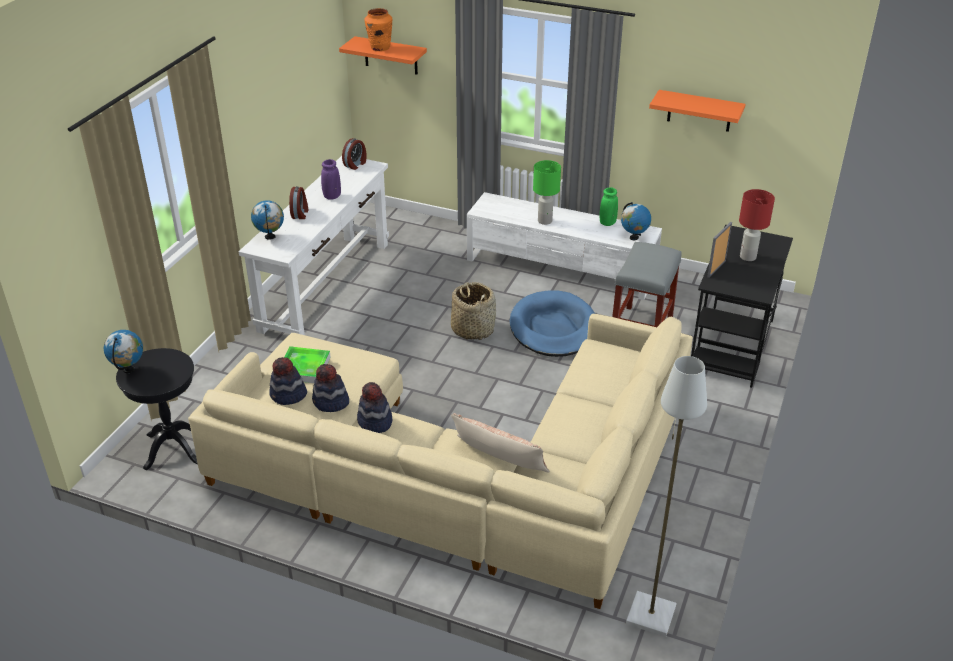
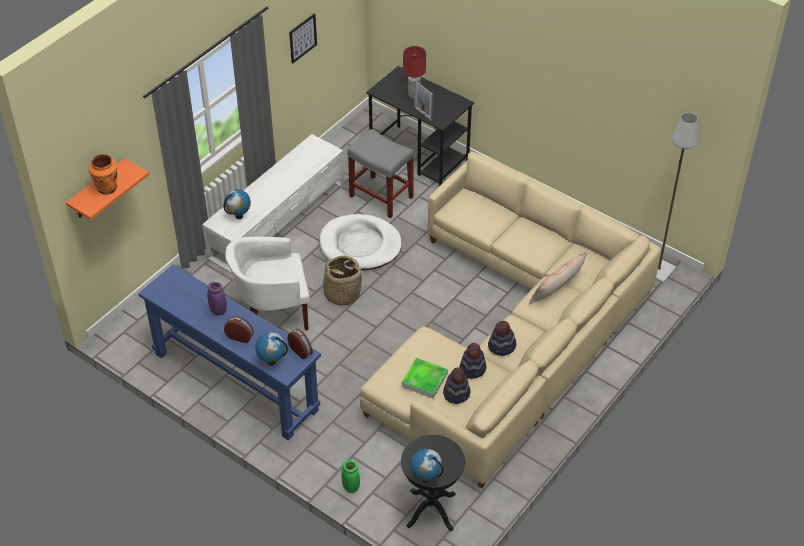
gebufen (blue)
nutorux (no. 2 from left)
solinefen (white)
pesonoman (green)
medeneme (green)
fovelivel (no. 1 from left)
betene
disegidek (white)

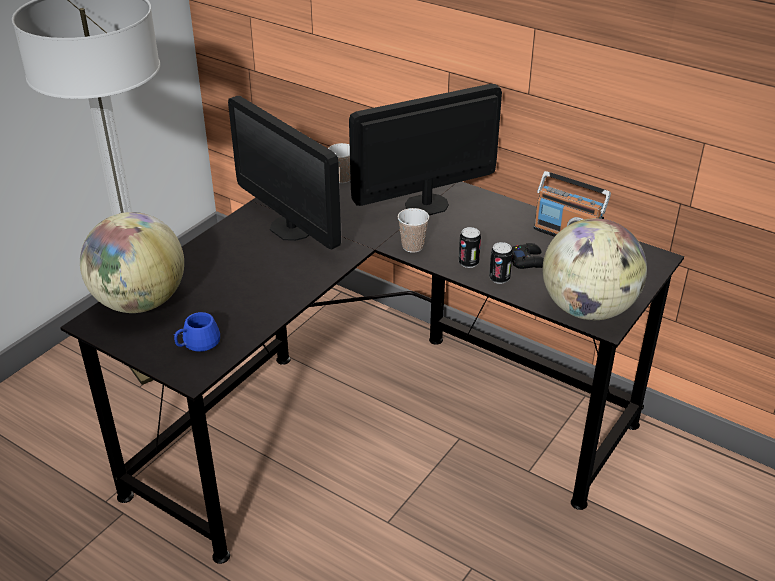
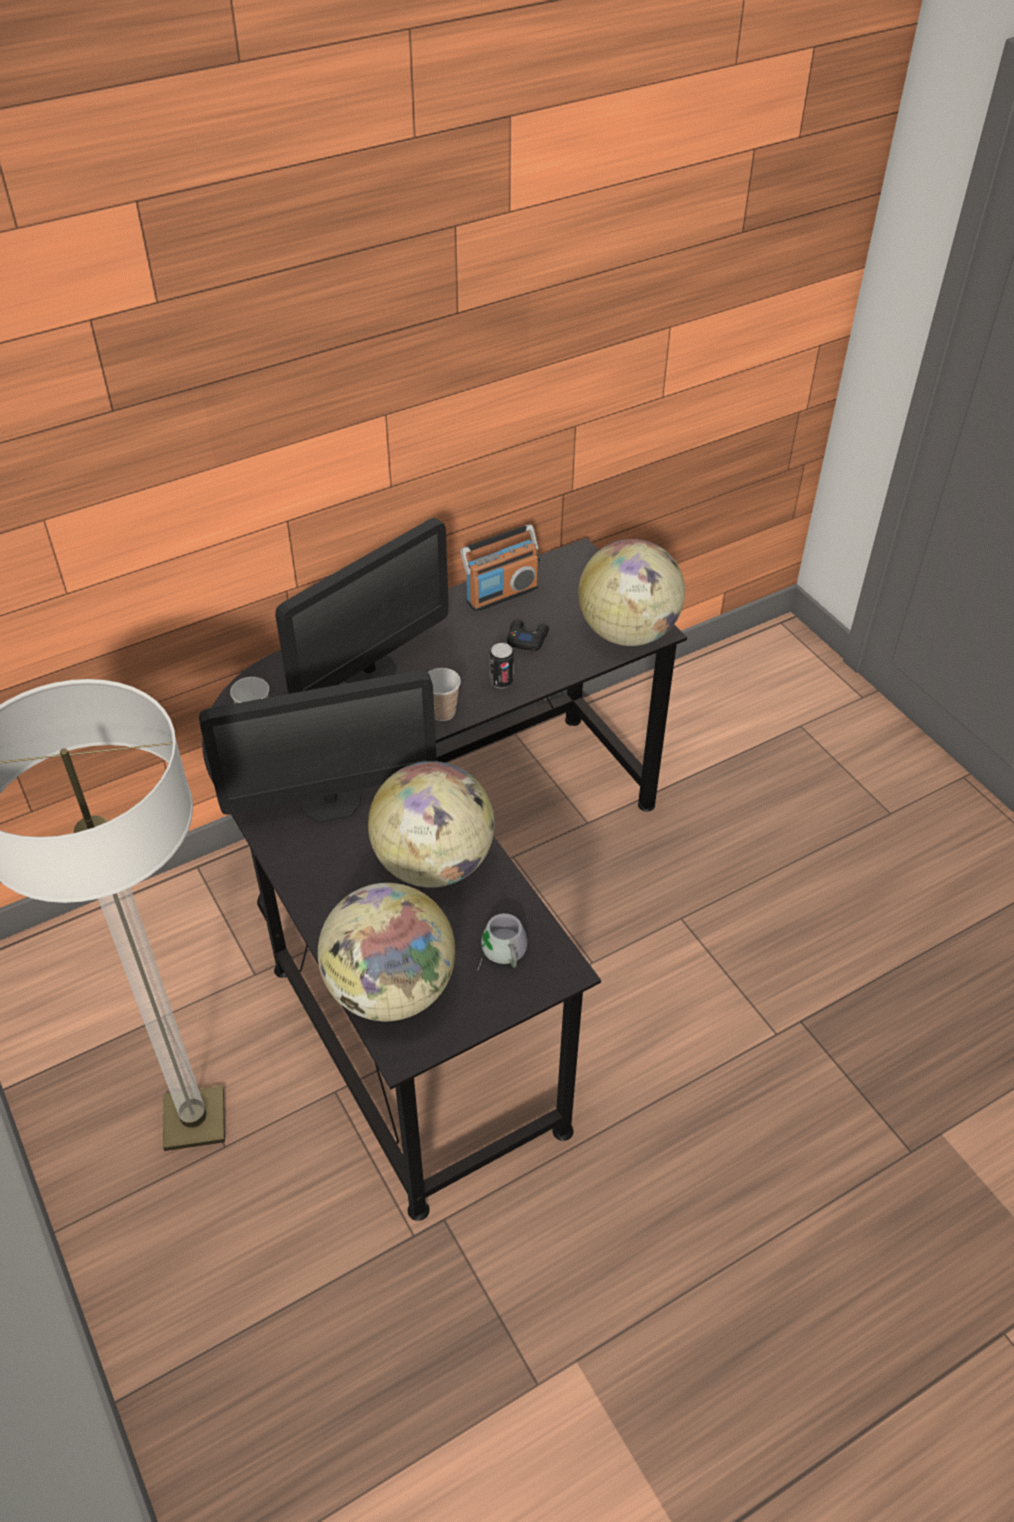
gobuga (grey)
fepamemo (no. 2 from left)
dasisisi (no. 2 from left in the first image)
fovelivel (no. 2 from left)

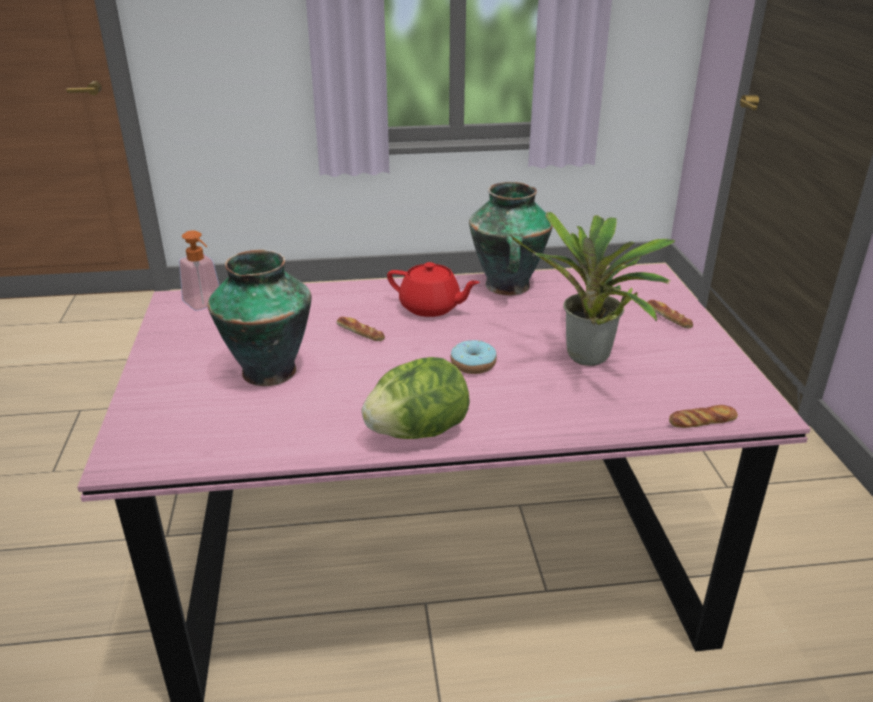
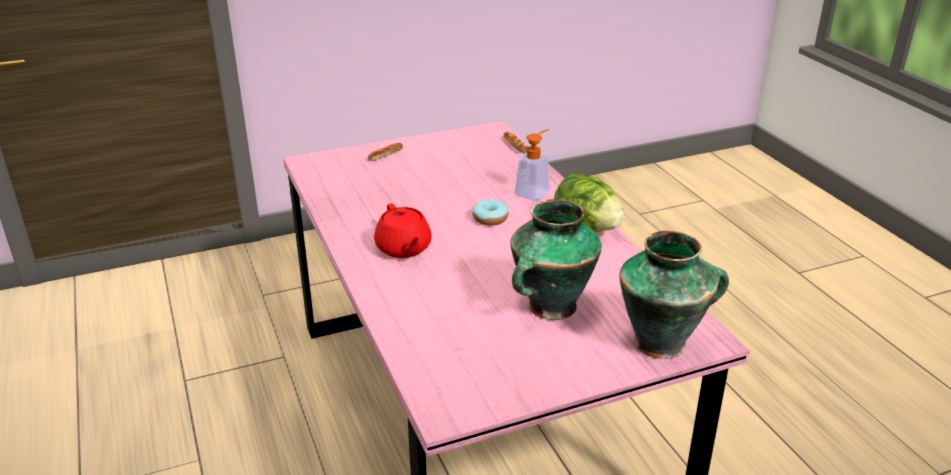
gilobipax
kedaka (no. 1 from left in the first image)
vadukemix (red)
medeneme (no. 2 from left)
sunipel

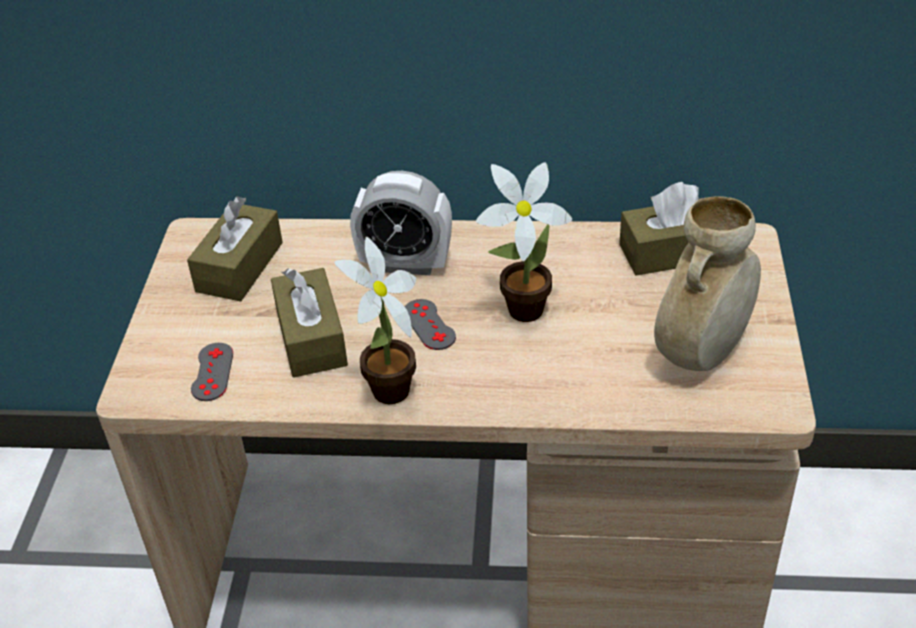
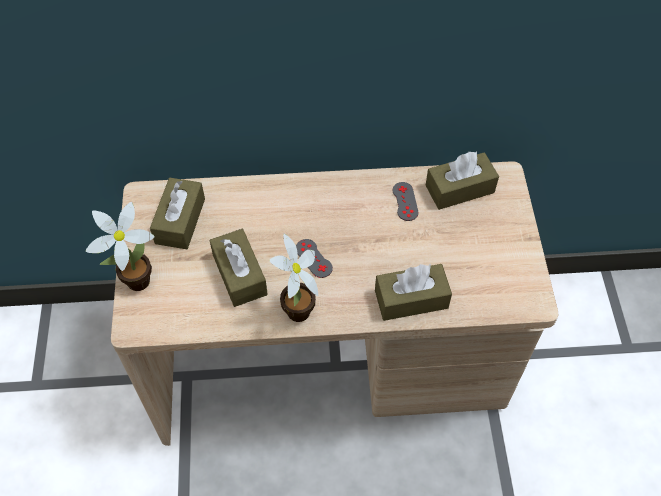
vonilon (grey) (no. 2 from left)
nutorux
sunipel (no. 1 from left)
medeneme (beige)
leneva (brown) (no. 3 from left)

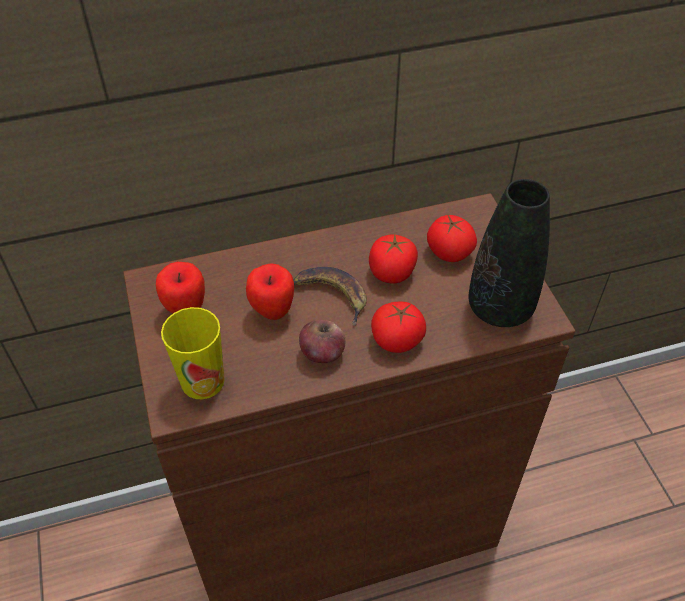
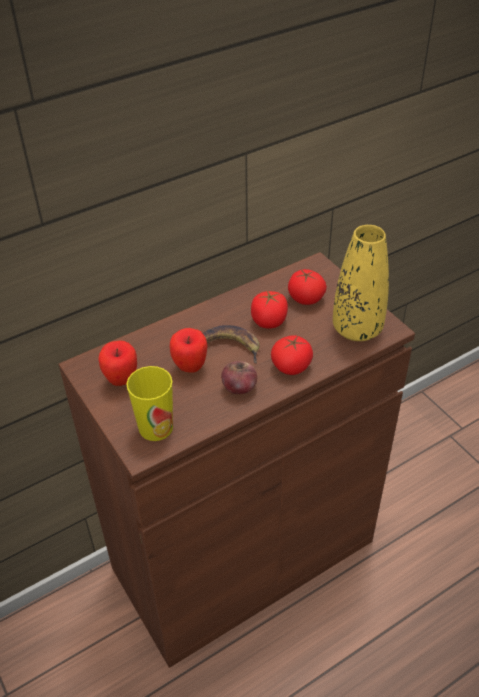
medeneme (yellow)

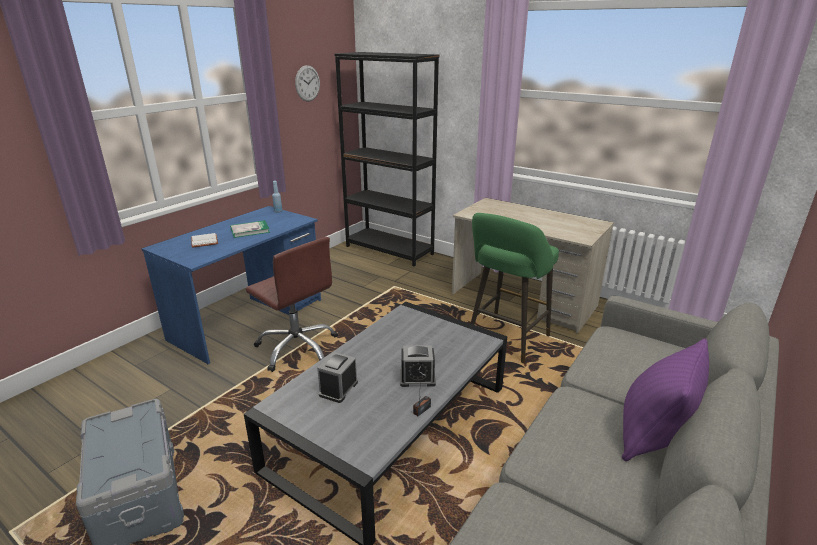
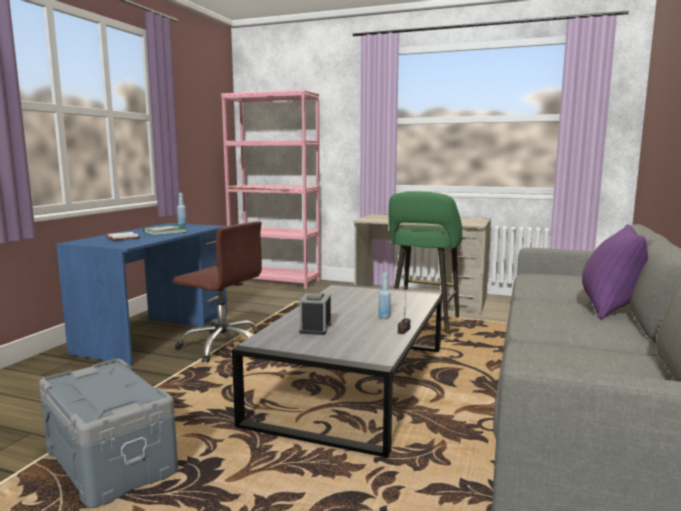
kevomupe
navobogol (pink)
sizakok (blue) (no. 2 from left)

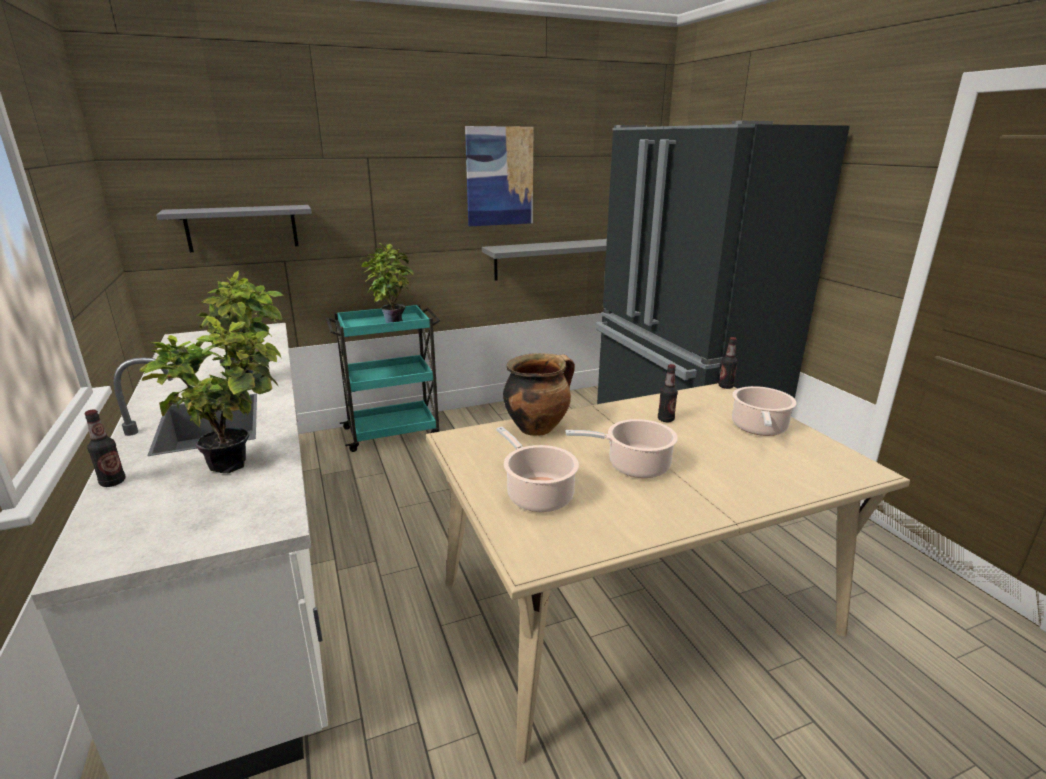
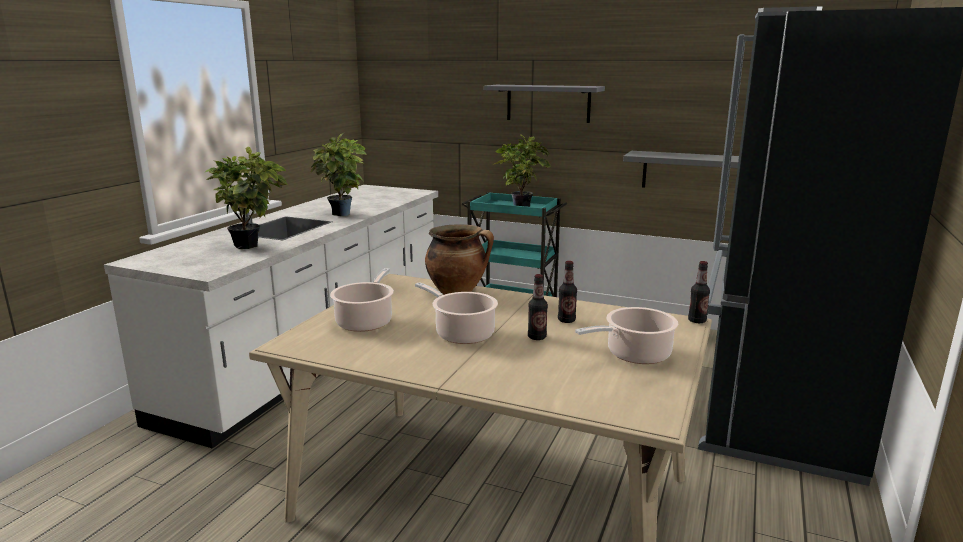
sizakok (no. 1 from left)
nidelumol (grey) (no. 1 from left)
betene

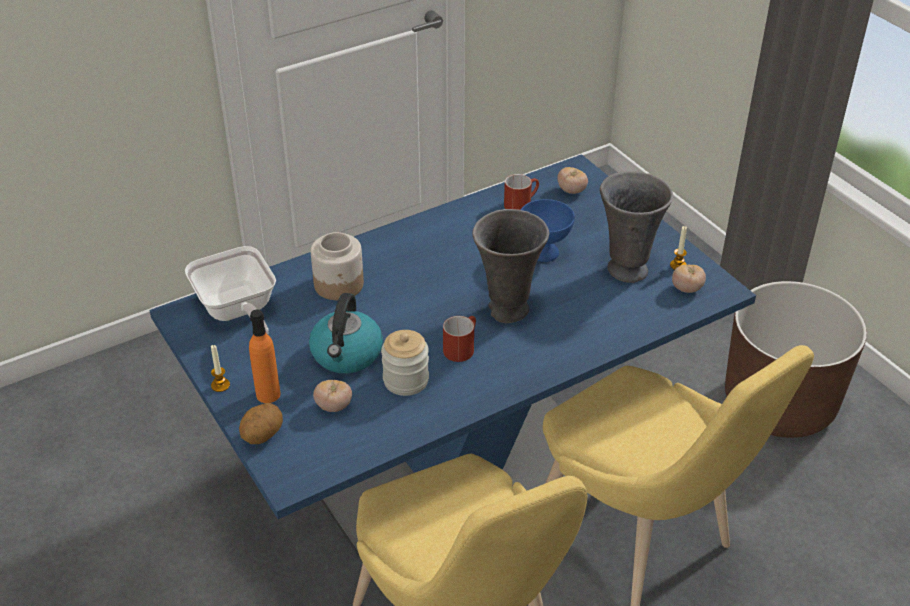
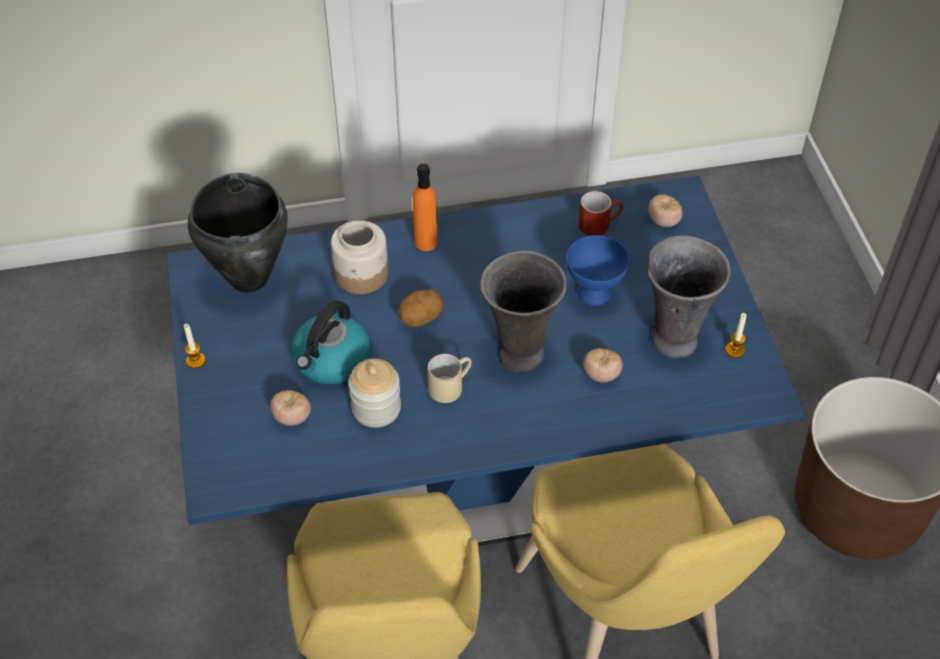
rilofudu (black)
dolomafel
sizakok (orange)
gobuga (beige)
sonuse (no. 2 from left)

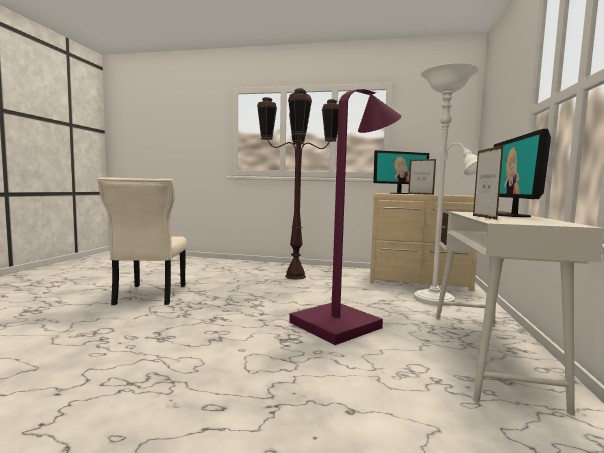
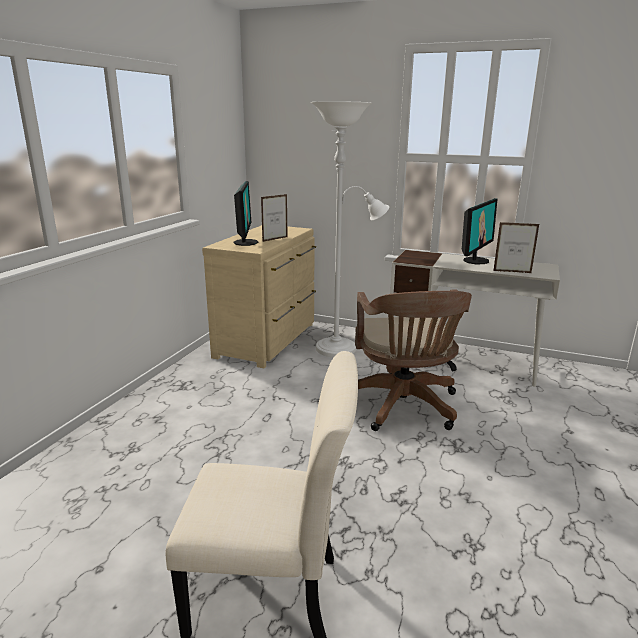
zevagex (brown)
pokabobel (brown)
fepamemo (no. 2 from left)

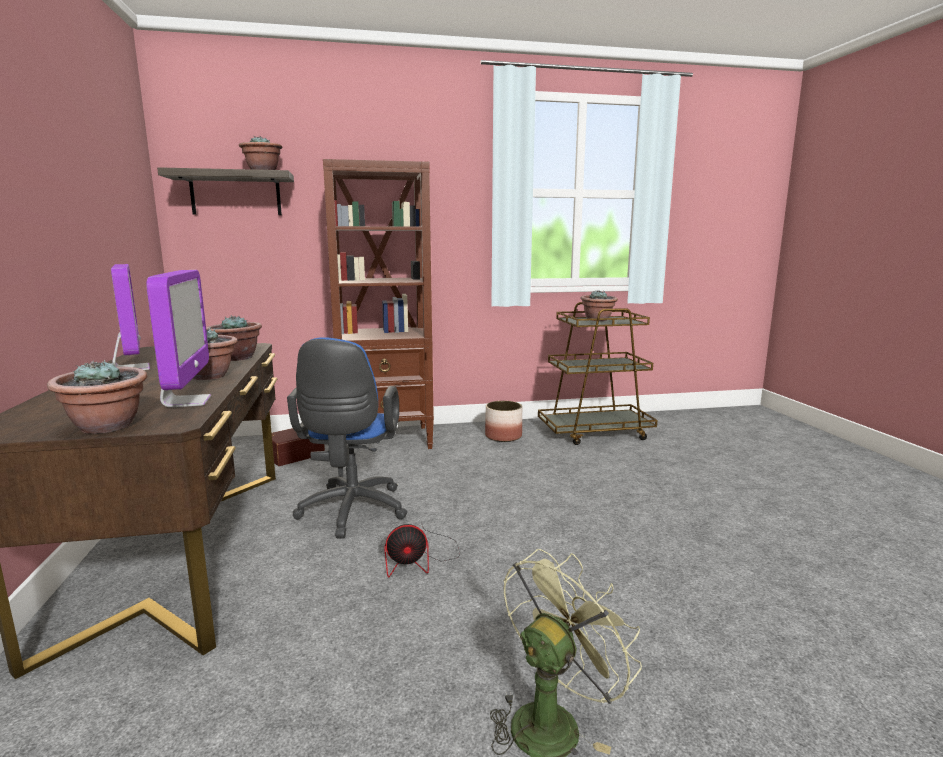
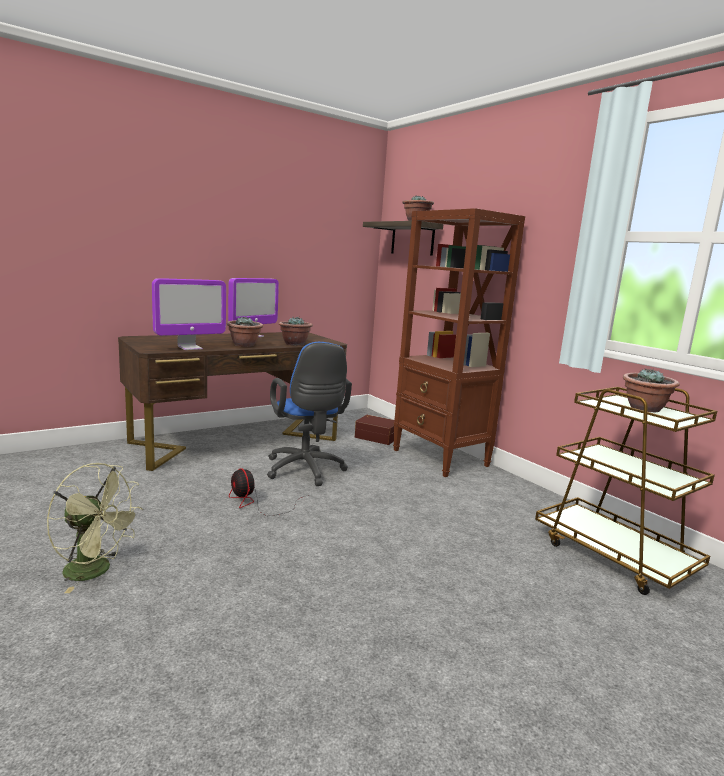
sunipel (no. 1 from left in the first image)
pokabobel (blue)
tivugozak

